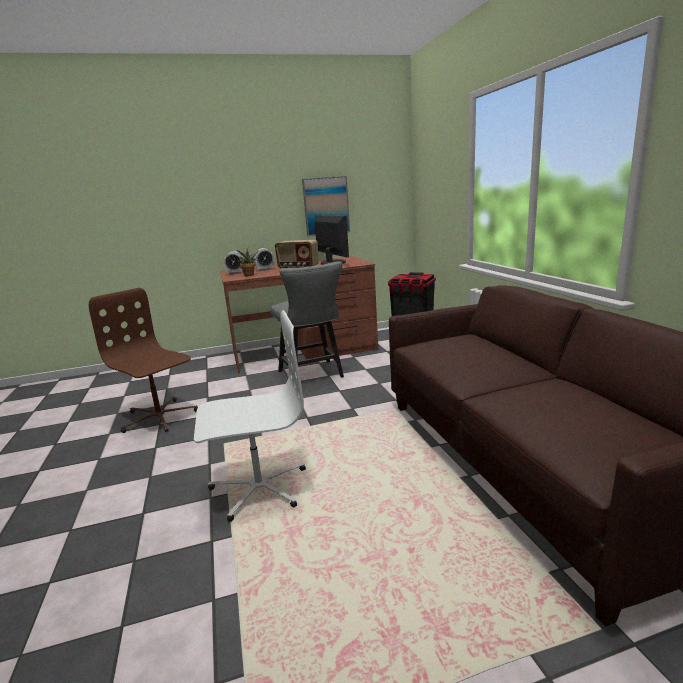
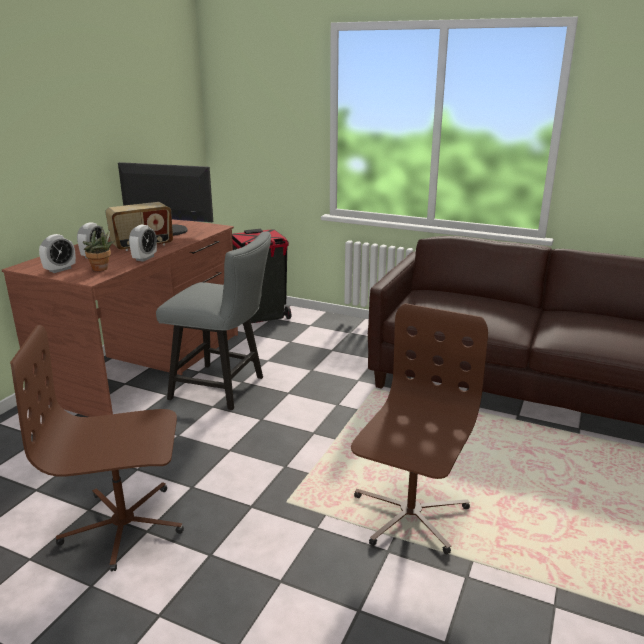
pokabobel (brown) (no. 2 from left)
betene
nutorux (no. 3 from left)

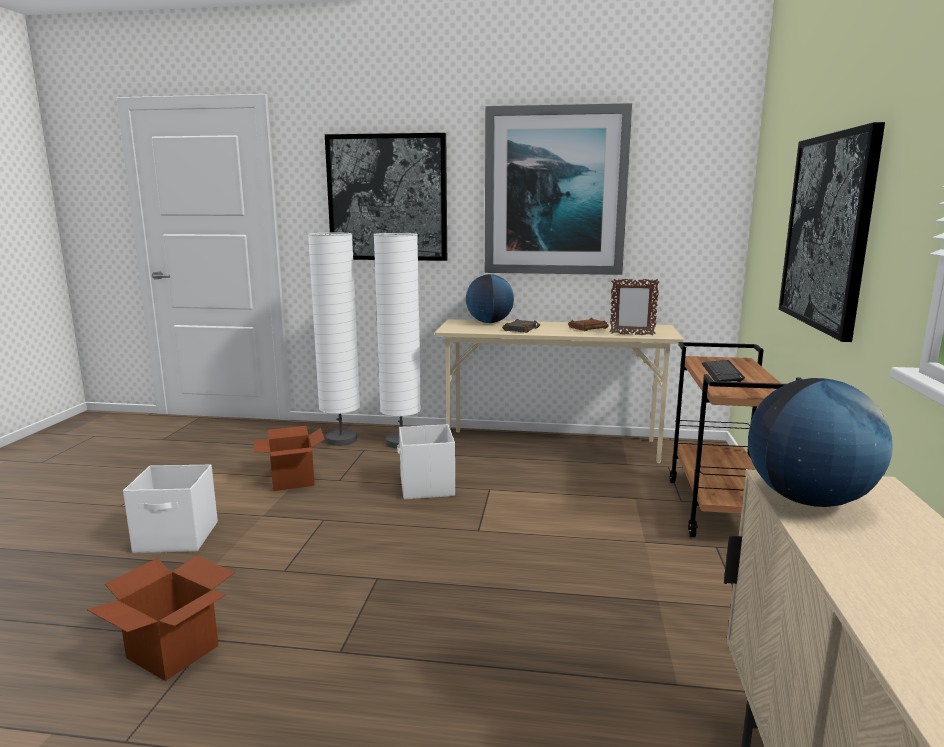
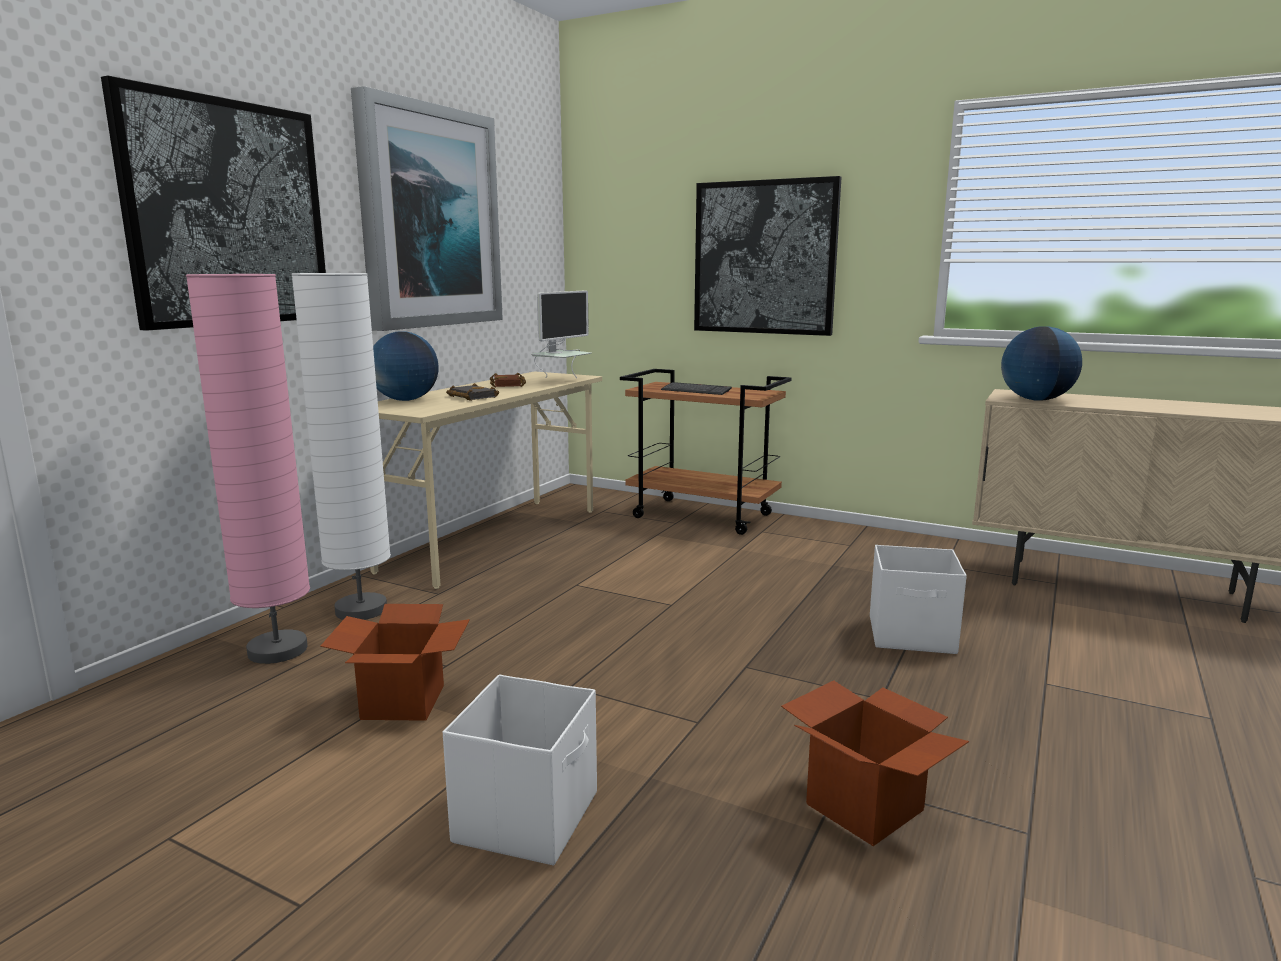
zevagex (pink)
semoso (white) (no. 2 from left)
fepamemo

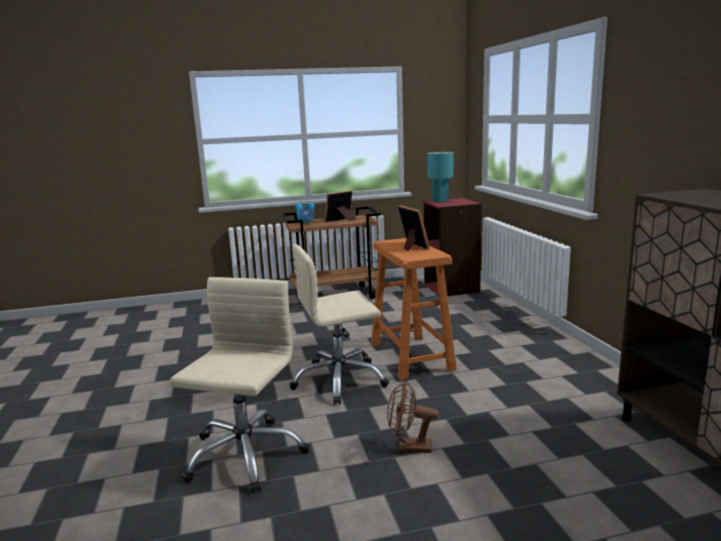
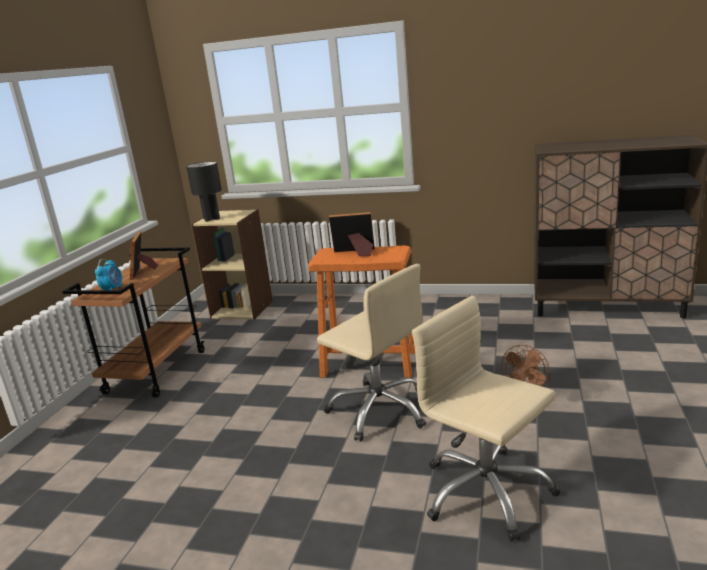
pokabobel (beige) (no. 1 from left)
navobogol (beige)
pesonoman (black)

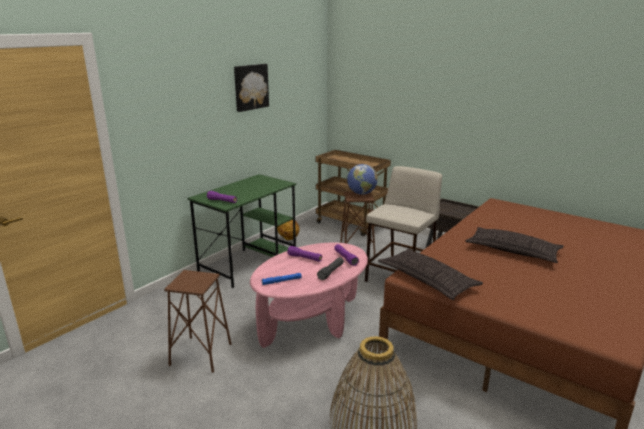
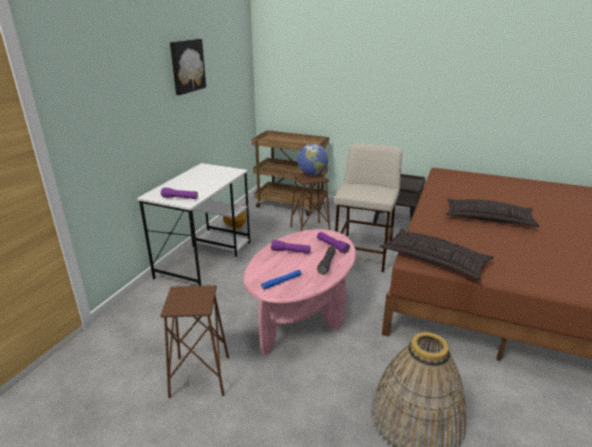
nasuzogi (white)

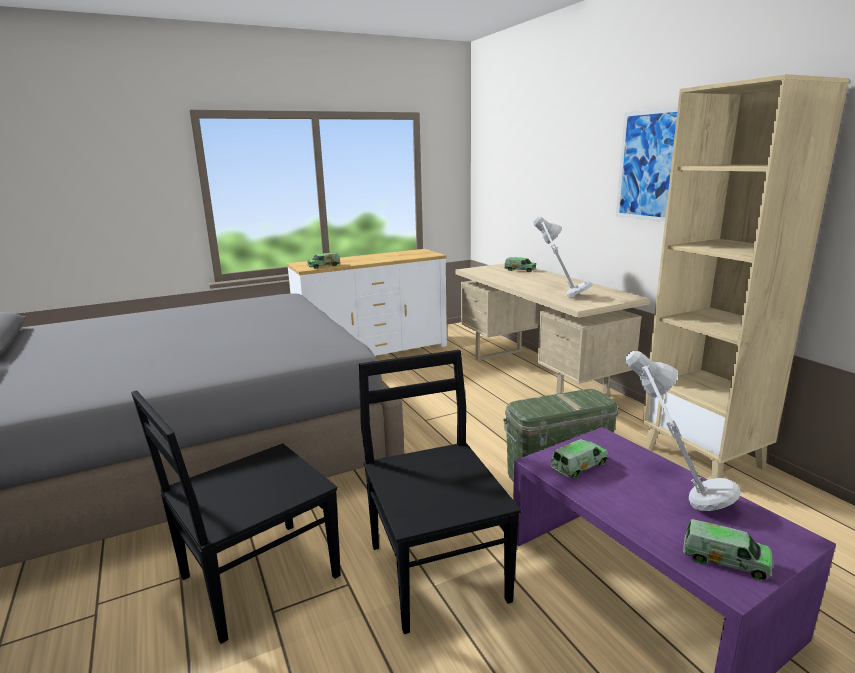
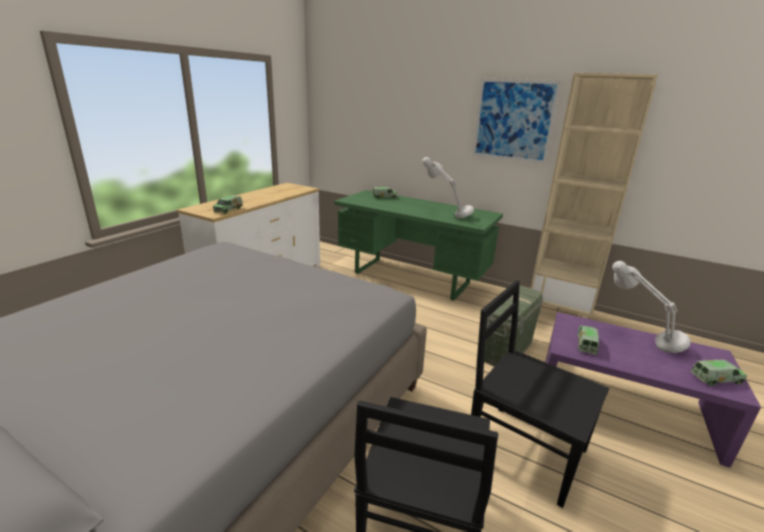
nasuzogi (green)

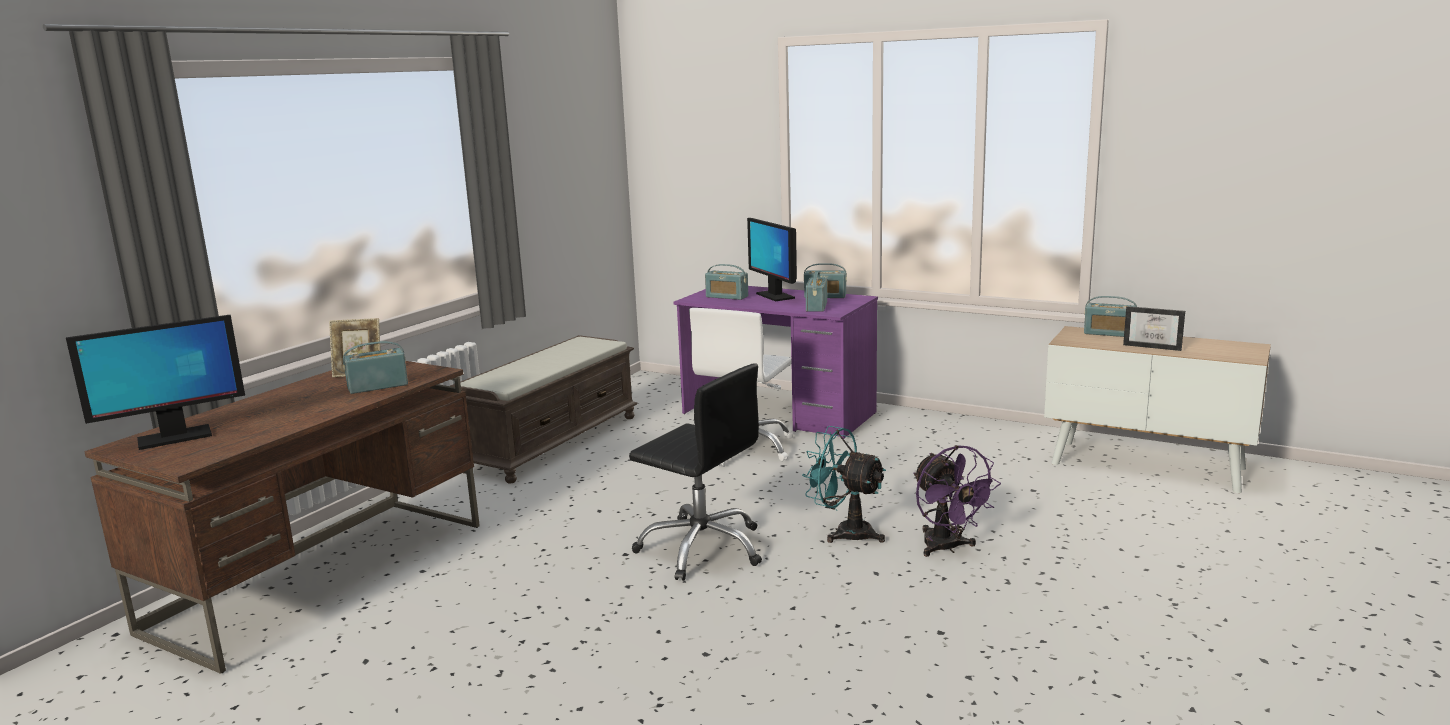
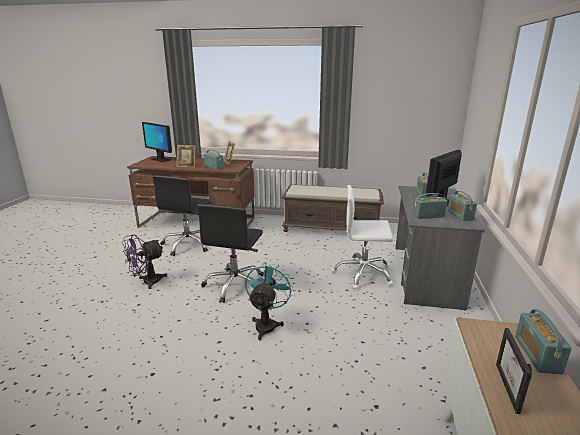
nasuzogi (grey)
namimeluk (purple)
pokabobel (black) (no. 1 from left)
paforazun (no. 1 from left)

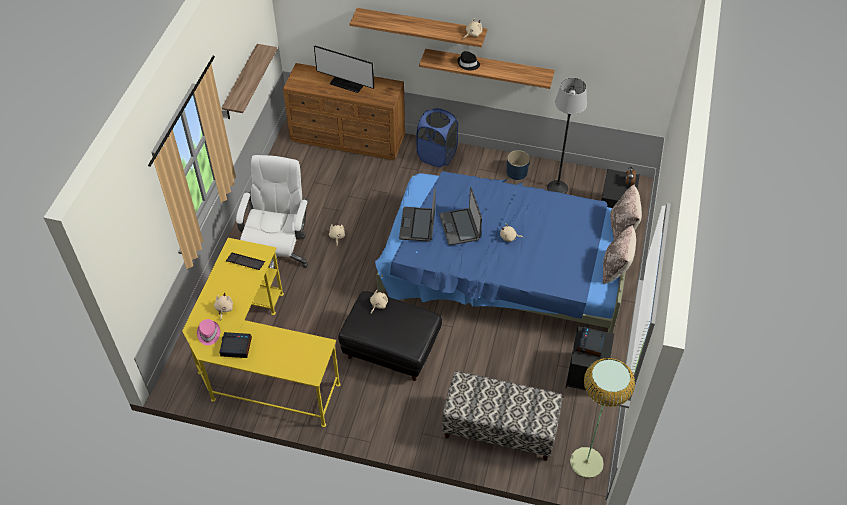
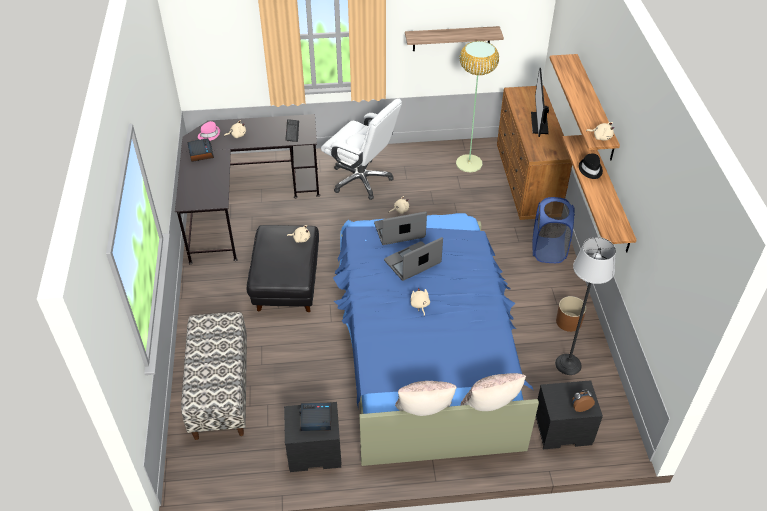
nasuzogi (black)
pokabobel (white)
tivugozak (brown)
zevagex (no. 1 from left)

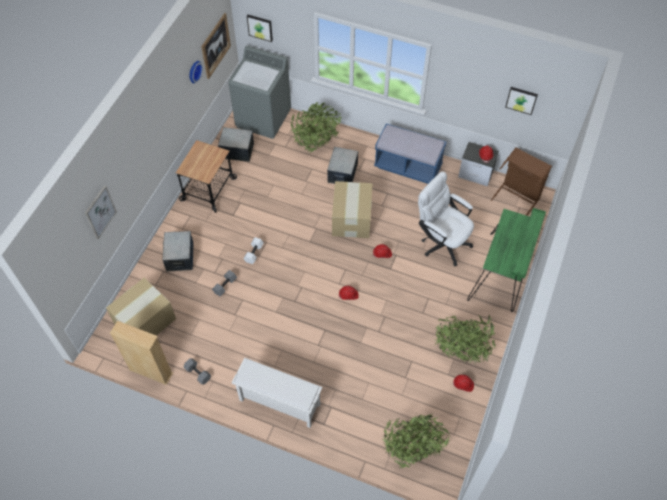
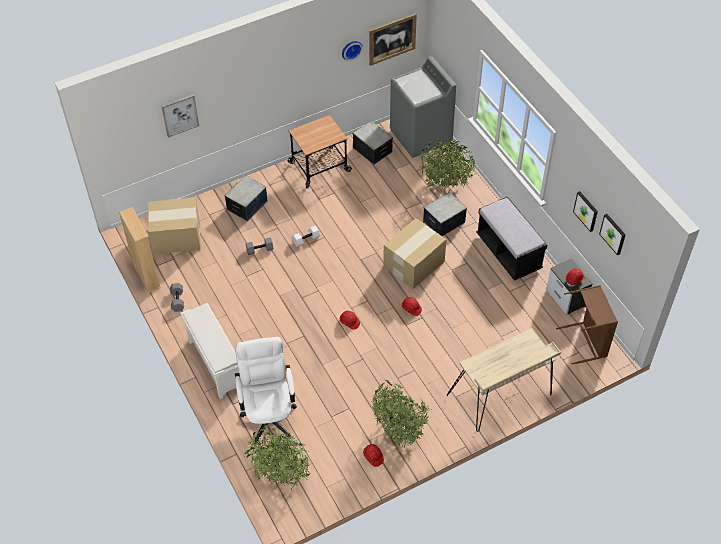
betene (no. 3 from left)
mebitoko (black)
pokabobel (white)
nasuzogi (beige)

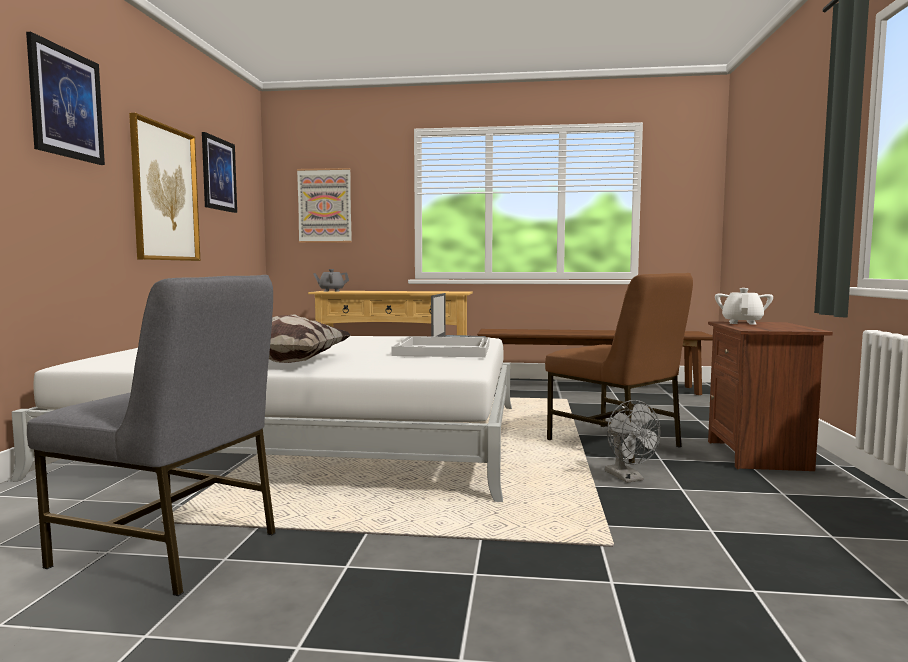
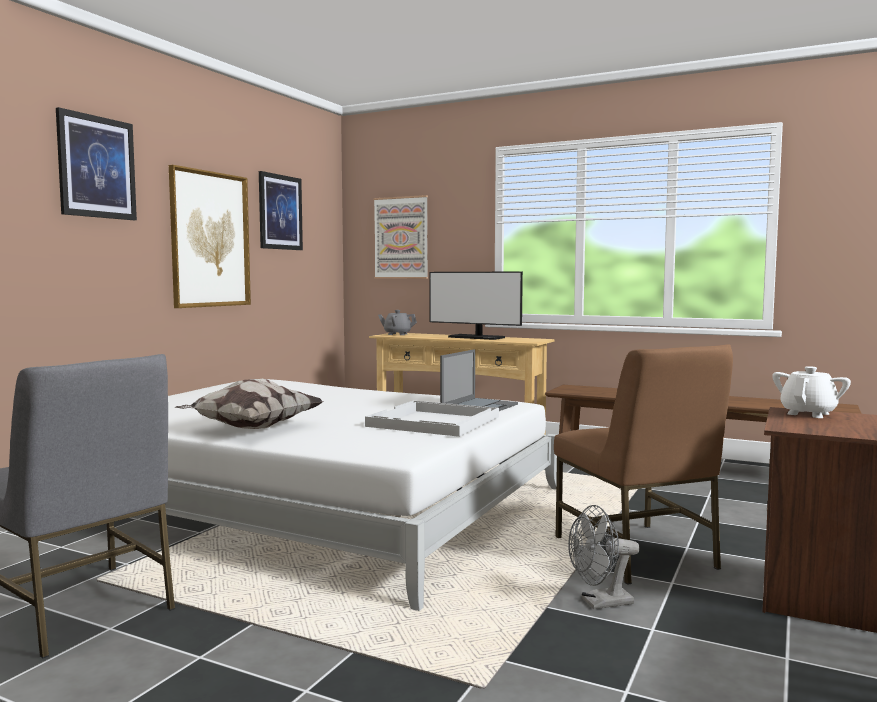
namimeluk (grey)
fepamemo

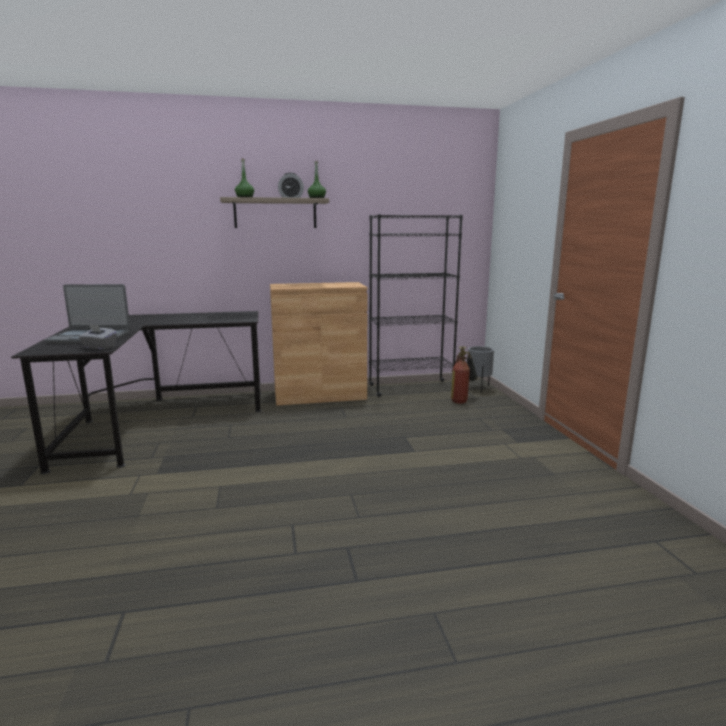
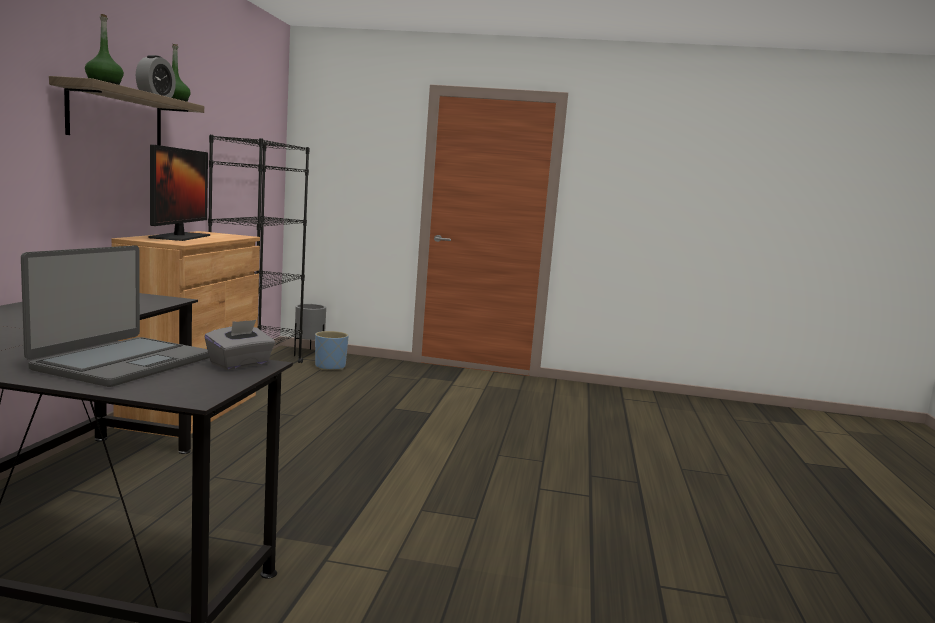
tivugozak (blue)
fepamemo

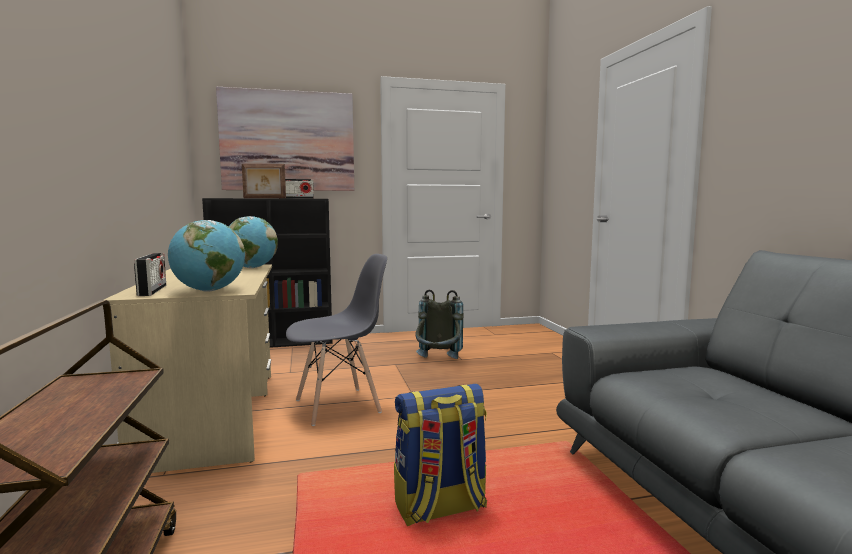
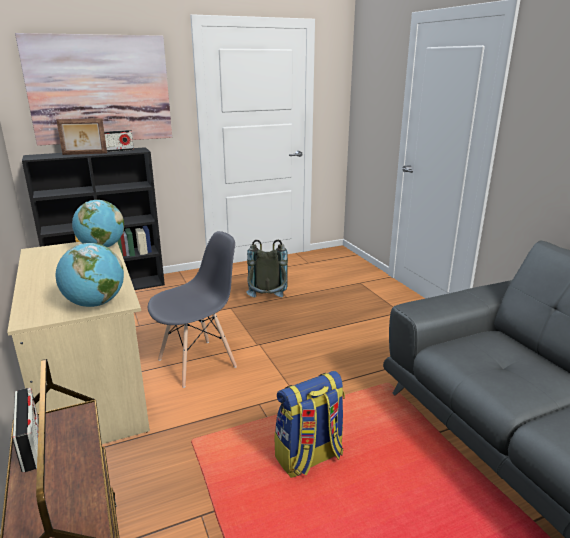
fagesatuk (no. 1 from left)

